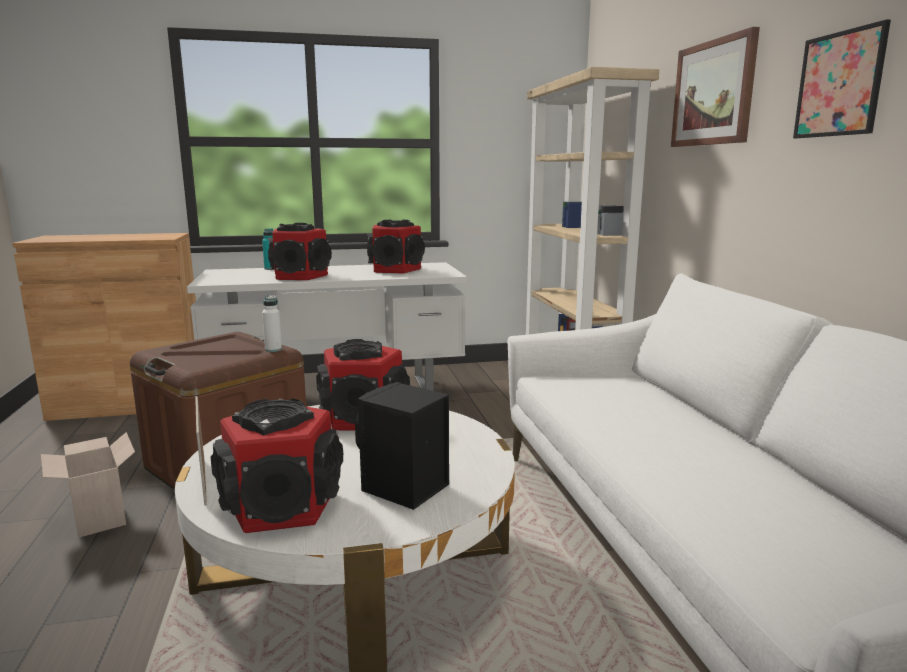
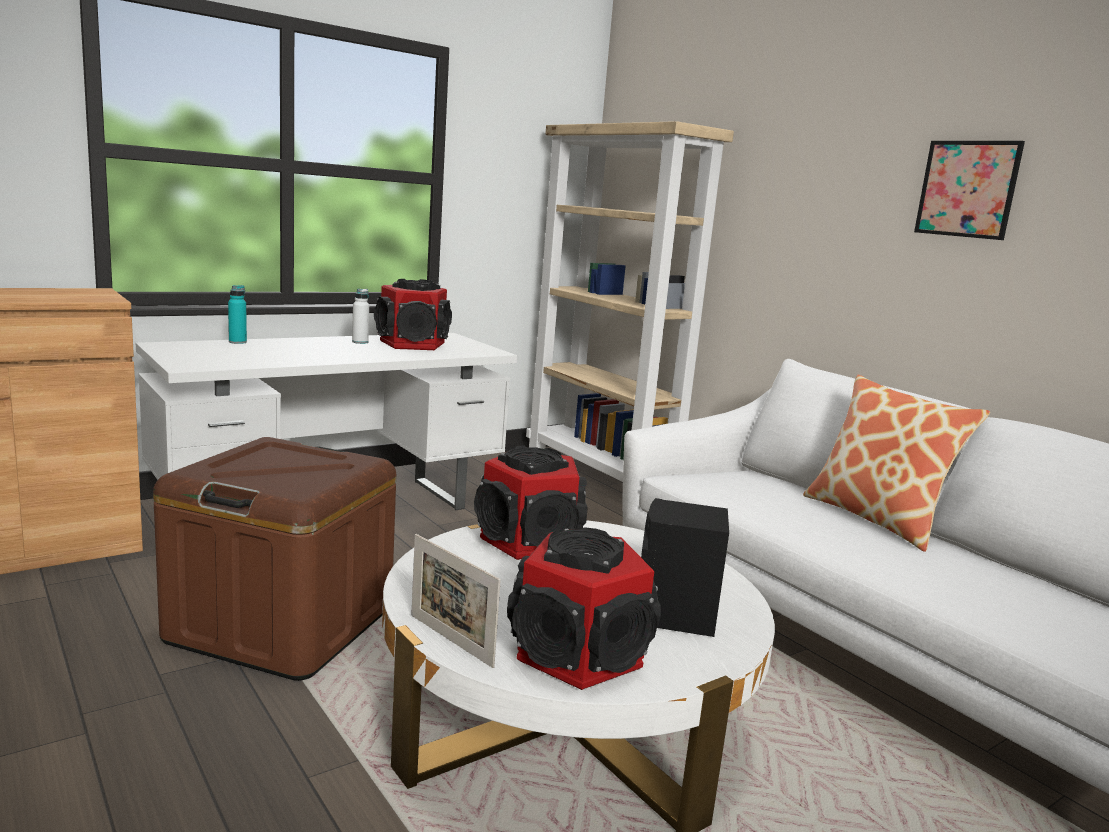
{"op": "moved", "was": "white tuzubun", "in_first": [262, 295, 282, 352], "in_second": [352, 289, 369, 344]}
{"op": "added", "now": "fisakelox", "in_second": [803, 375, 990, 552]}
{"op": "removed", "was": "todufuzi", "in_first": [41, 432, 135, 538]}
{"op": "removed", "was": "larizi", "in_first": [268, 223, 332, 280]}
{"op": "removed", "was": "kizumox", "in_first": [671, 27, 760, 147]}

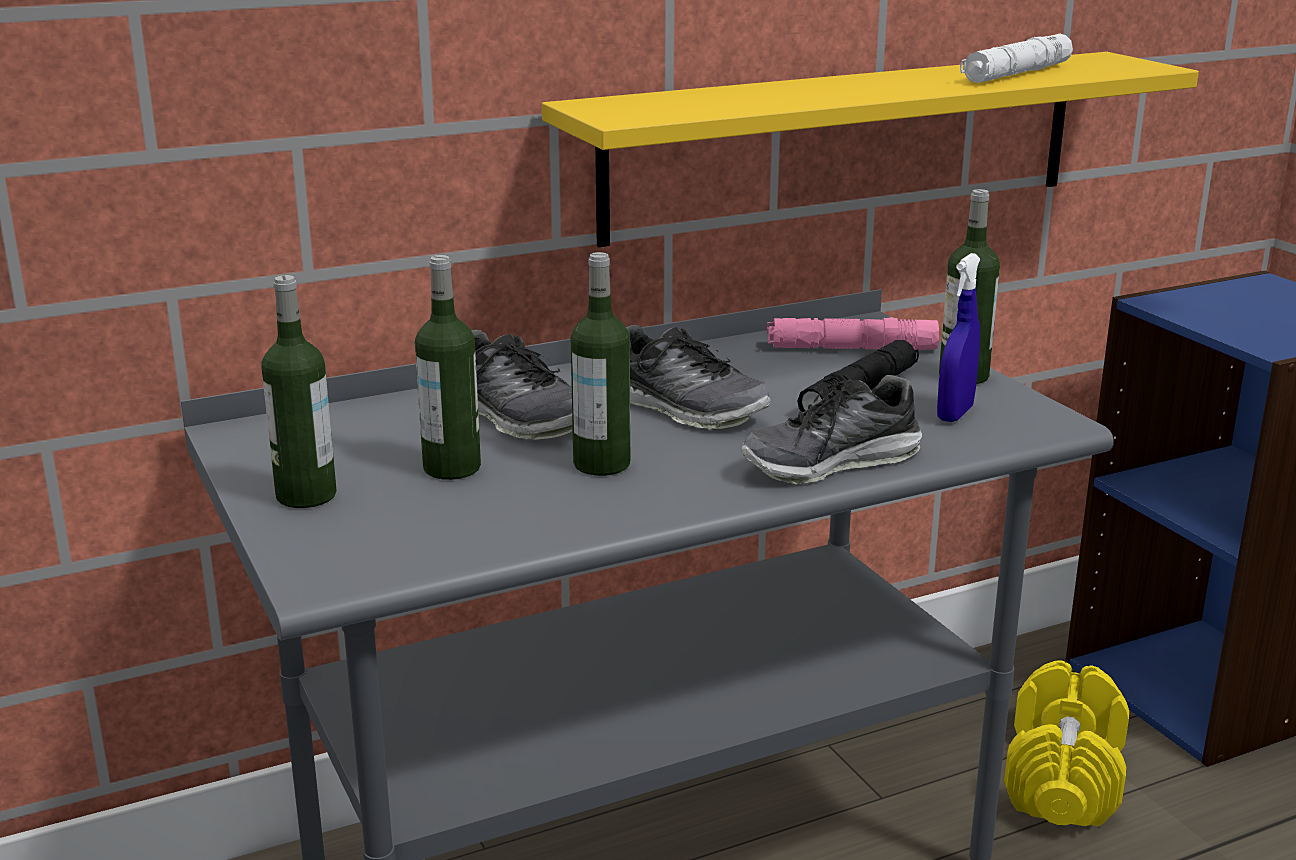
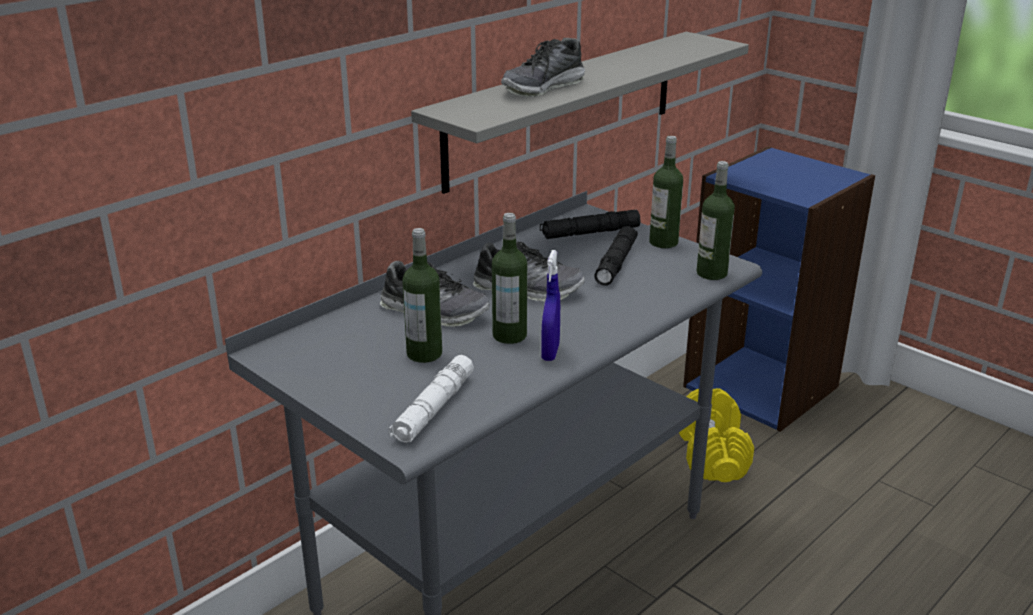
{"op": "moved", "was": "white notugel", "in_first": [960, 34, 1073, 83], "in_second": [388, 355, 474, 443]}
{"op": "recoloured", "was": "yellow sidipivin", "now": "grey sidipivin", "in_first": [542, 52, 1199, 247], "in_second": [411, 32, 749, 194]}
{"op": "moved", "was": "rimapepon", "in_first": [741, 375, 922, 485], "in_second": [501, 38, 585, 97]}
{"op": "recoloured", "was": "pink notugel", "now": "black notugel", "in_first": [767, 317, 939, 350], "in_second": [540, 210, 640, 239]}
{"op": "moved", "was": "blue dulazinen", "in_first": [937, 253, 980, 422], "in_second": [541, 250, 560, 361]}
{"op": "moved", "was": "tuzubun", "in_first": [261, 275, 337, 508], "in_second": [697, 161, 735, 280]}

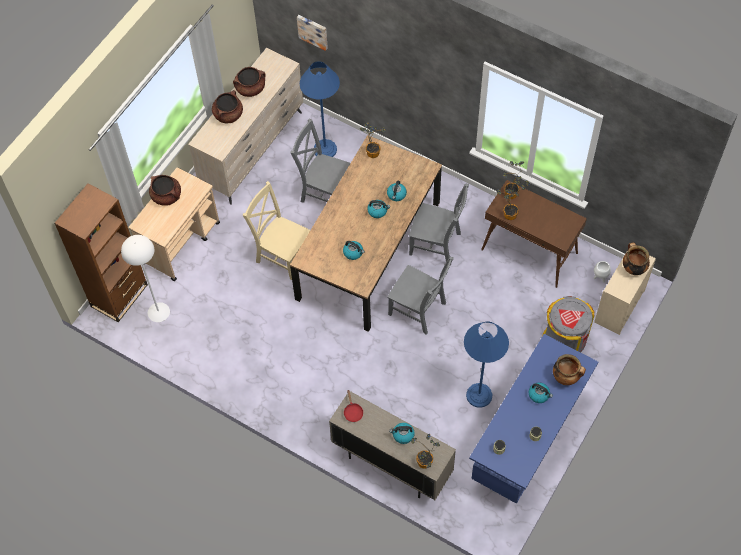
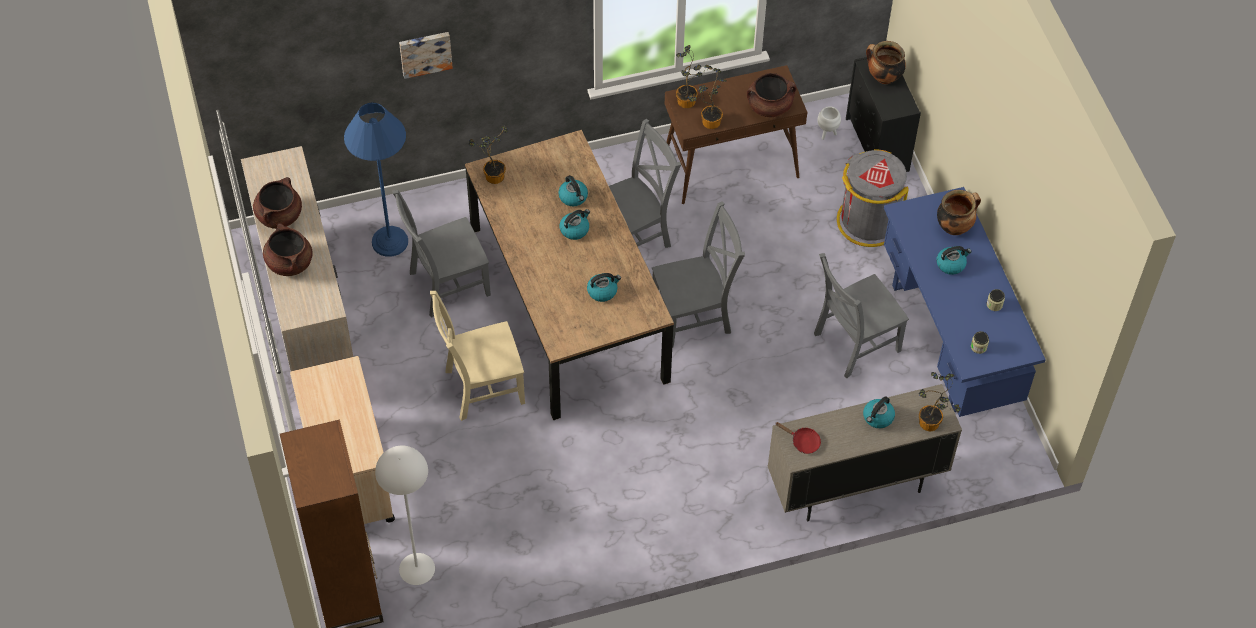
{"op": "moved", "was": "kizumox", "in_first": [297, 15, 328, 51], "in_second": [399, 32, 453, 79]}
{"op": "moved", "was": "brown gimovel", "in_first": [149, 175, 181, 206], "in_second": [747, 73, 797, 117]}
{"op": "replaced", "was": "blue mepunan", "now": "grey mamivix", "in_first": [464, 321, 509, 408], "in_second": [814, 253, 909, 378]}
{"op": "recoloured", "was": "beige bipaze", "now": "black bipaze", "in_first": [594, 250, 656, 335], "in_second": [846, 57, 921, 172]}

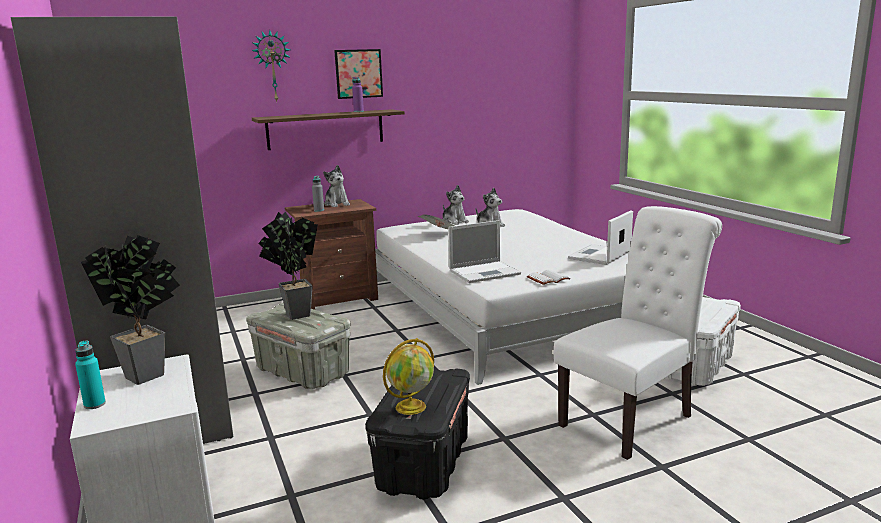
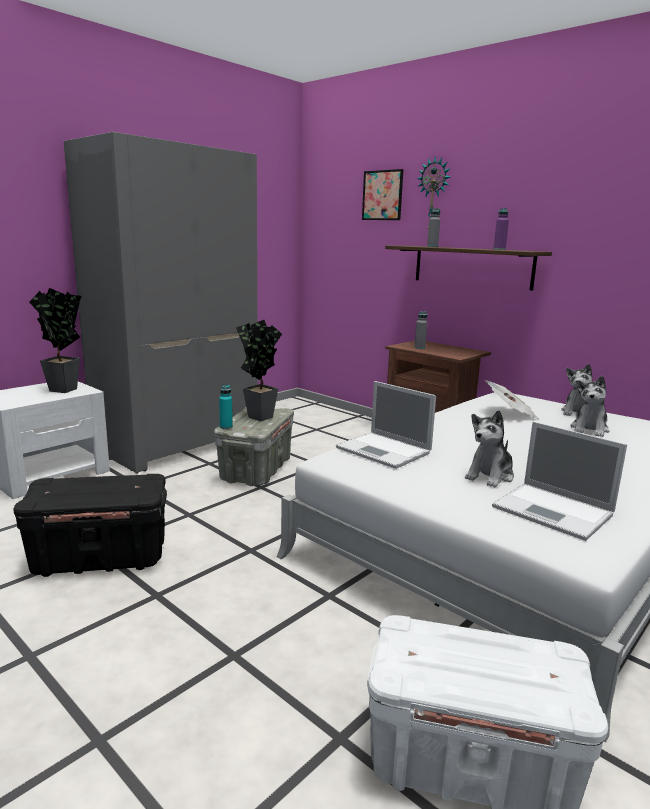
{"op": "moved", "was": "turquoise tuzubun", "in_first": [75, 341, 106, 409], "in_second": [219, 385, 233, 429]}
{"op": "moved", "was": "kizumox", "in_first": [334, 49, 383, 99], "in_second": [362, 169, 403, 220]}
{"op": "added", "now": "grey tuzubun", "in_second": [427, 208, 440, 247]}
{"op": "moved", "was": "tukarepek", "in_first": [323, 165, 350, 207], "in_second": [465, 410, 514, 487]}
{"op": "turned", "was": "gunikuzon", "in_first": [568, 210, 633, 265], "in_second": [492, 421, 627, 541], "clockwise": -150}
{"op": "removed", "was": "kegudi", "in_first": [383, 338, 434, 415]}
{"op": "removed", "was": "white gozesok", "in_first": [527, 270, 571, 285]}
{"op": "removed", "was": "white mamivix", "in_first": [554, 206, 722, 460]}

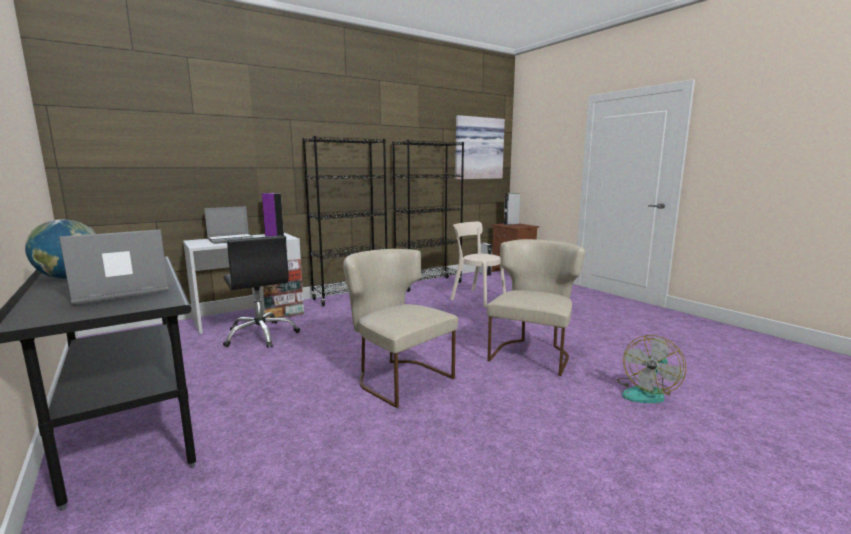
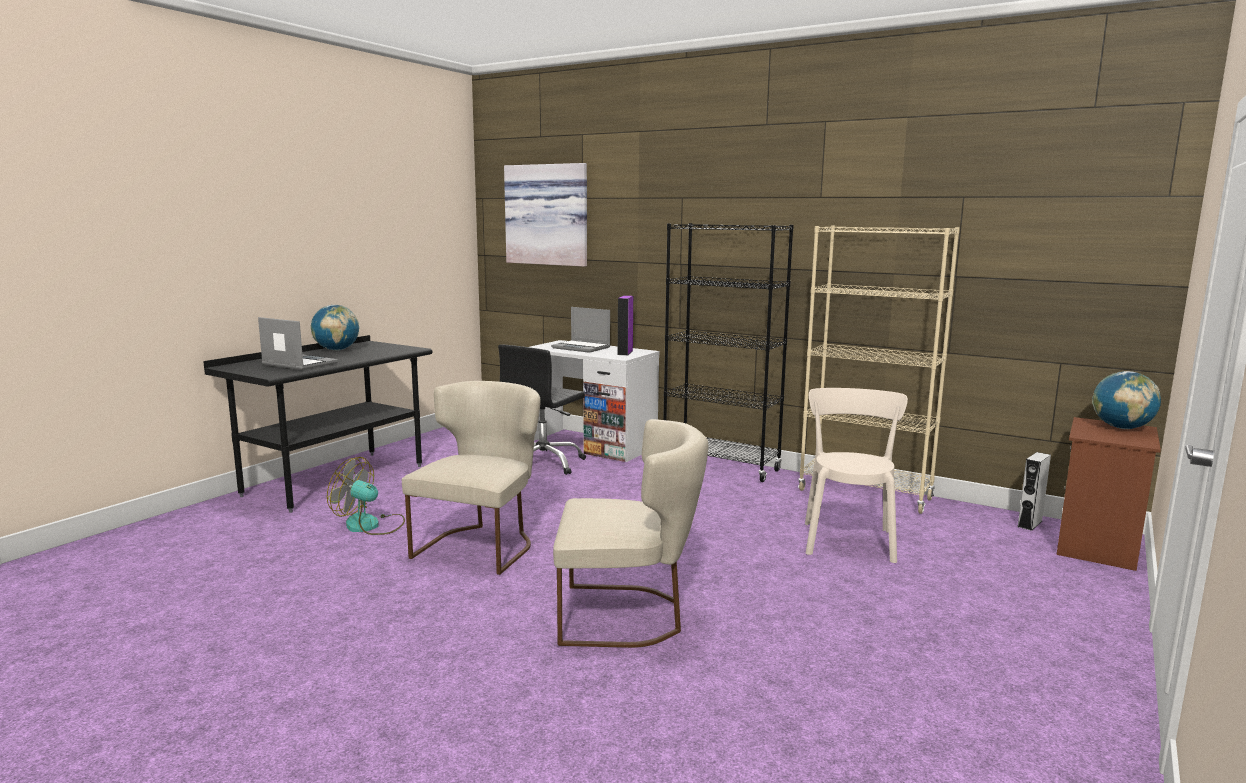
{"op": "moved", "was": "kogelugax", "in_first": [617, 335, 686, 403], "in_second": [327, 457, 405, 535]}
{"op": "moved", "was": "kizumox", "in_first": [455, 115, 505, 179], "in_second": [504, 163, 587, 267]}
{"op": "recoloured", "was": "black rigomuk", "now": "beige rigomuk", "in_first": [392, 140, 464, 292], "in_second": [798, 225, 960, 514]}
{"op": "replaced", "was": "grey larizi", "now": "kegudi", "in_first": [504, 193, 520, 225], "in_second": [1092, 371, 1161, 429]}

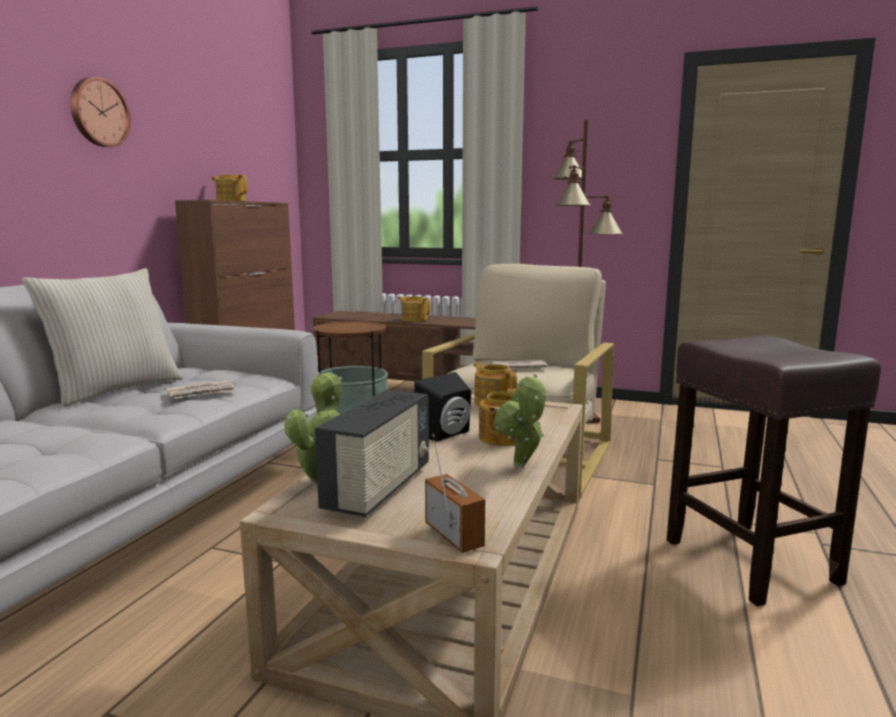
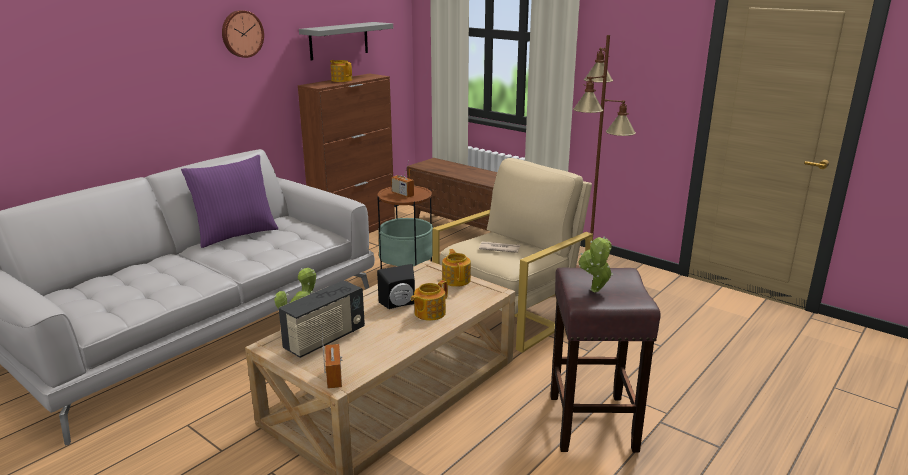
{"op": "recoloured", "was": "beige fisakelox", "now": "purple fisakelox", "in_first": [22, 268, 183, 407], "in_second": [181, 155, 279, 248]}
{"op": "added", "now": "grey sidipivin", "in_second": [299, 22, 393, 61]}
{"op": "added", "now": "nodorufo", "in_second": [391, 161, 414, 197]}
{"op": "moved", "was": "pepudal", "in_first": [493, 374, 547, 467], "in_second": [578, 236, 613, 292]}
{"op": "removed", "was": "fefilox", "in_first": [165, 380, 237, 399]}
{"op": "removed", "was": "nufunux", "in_first": [398, 296, 431, 322]}

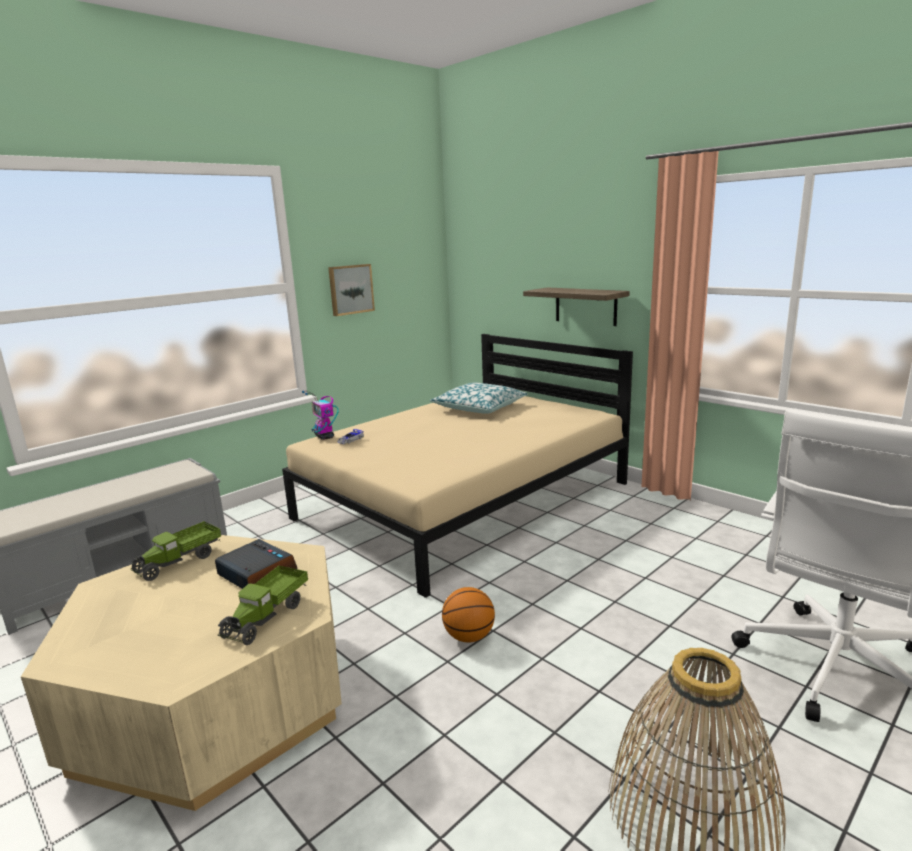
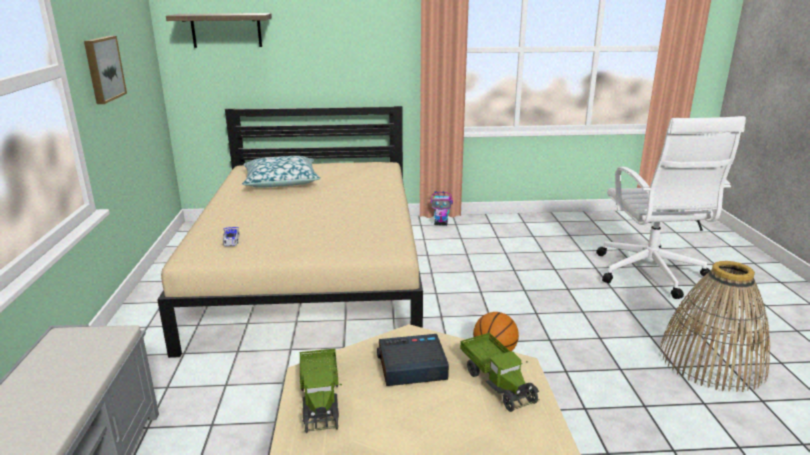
{"op": "moved", "was": "sidipivin", "in_first": [523, 287, 630, 326], "in_second": [166, 13, 272, 48]}
{"op": "moved", "was": "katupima", "in_first": [302, 391, 339, 440], "in_second": [431, 191, 453, 226]}

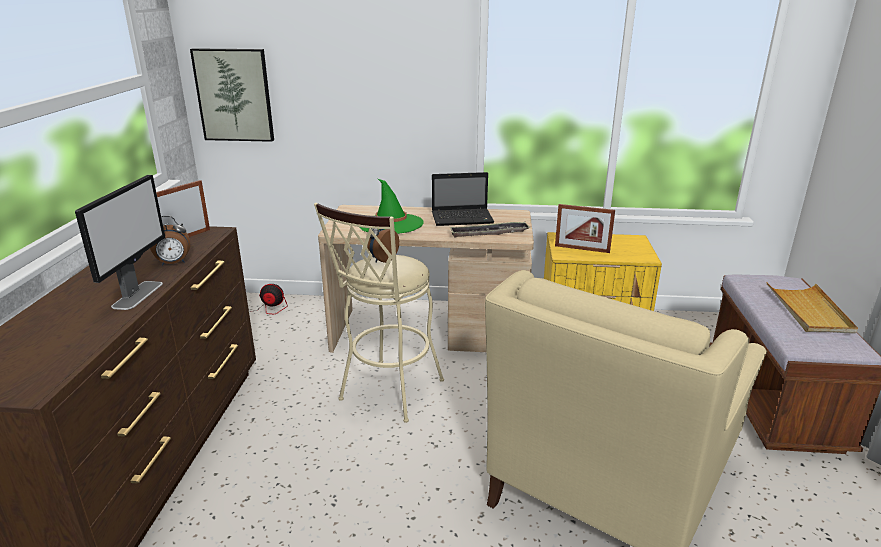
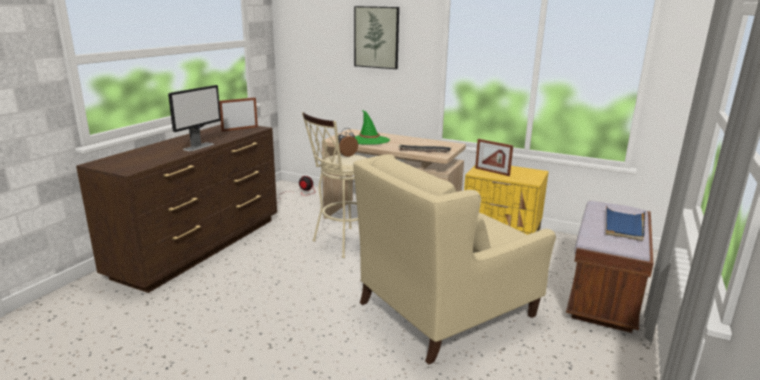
{"op": "moved", "was": "kizumox", "in_first": [190, 48, 274, 142], "in_second": [354, 6, 399, 69]}
{"op": "recoloured", "was": "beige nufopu", "now": "blue nufopu", "in_first": [766, 282, 858, 334], "in_second": [606, 205, 646, 241]}
{"op": "removed", "was": "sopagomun", "in_first": [150, 216, 190, 266]}
{"op": "removed", "was": "gunikuzon", "in_first": [432, 172, 494, 226]}

